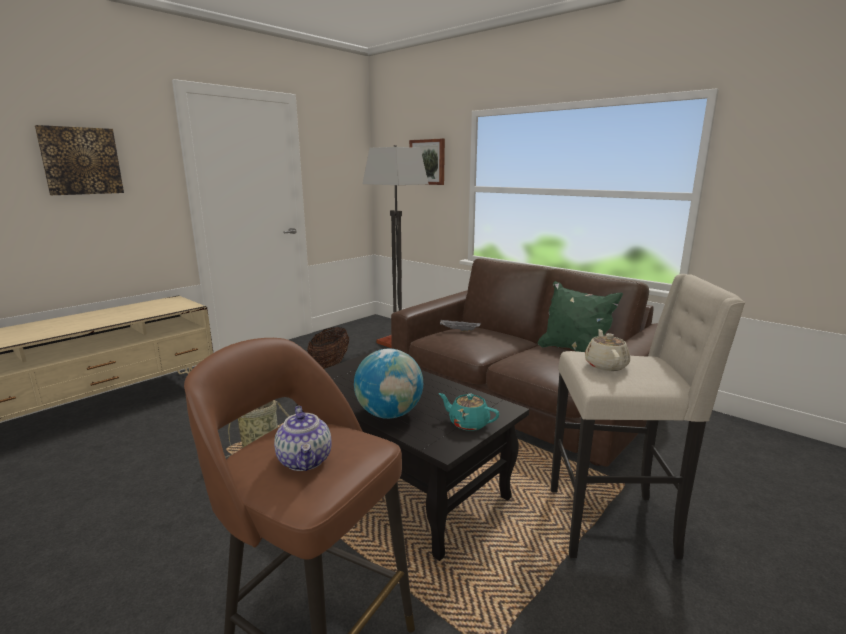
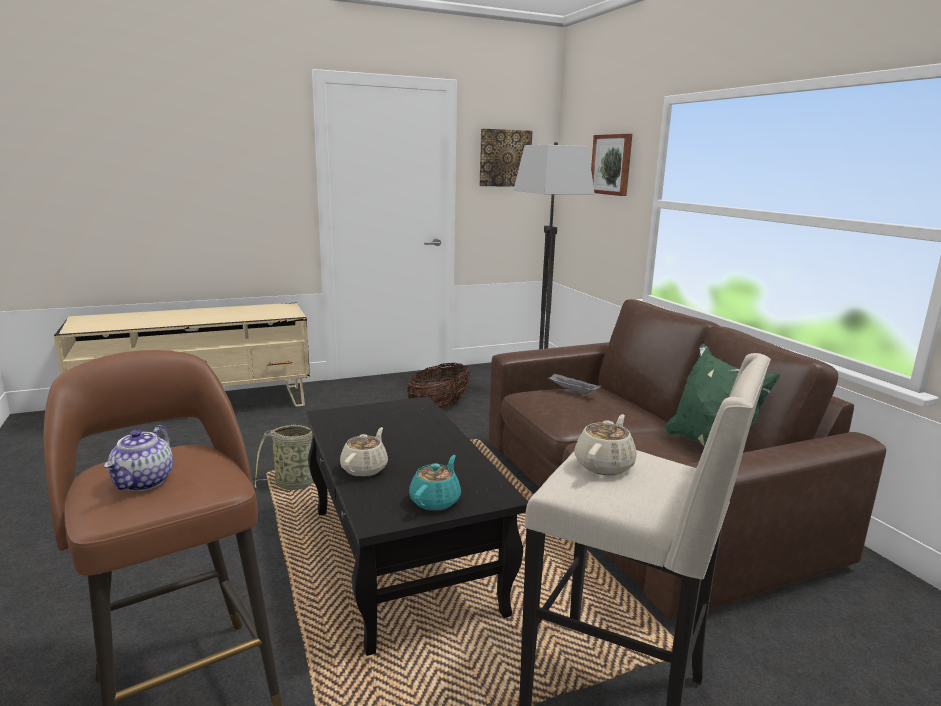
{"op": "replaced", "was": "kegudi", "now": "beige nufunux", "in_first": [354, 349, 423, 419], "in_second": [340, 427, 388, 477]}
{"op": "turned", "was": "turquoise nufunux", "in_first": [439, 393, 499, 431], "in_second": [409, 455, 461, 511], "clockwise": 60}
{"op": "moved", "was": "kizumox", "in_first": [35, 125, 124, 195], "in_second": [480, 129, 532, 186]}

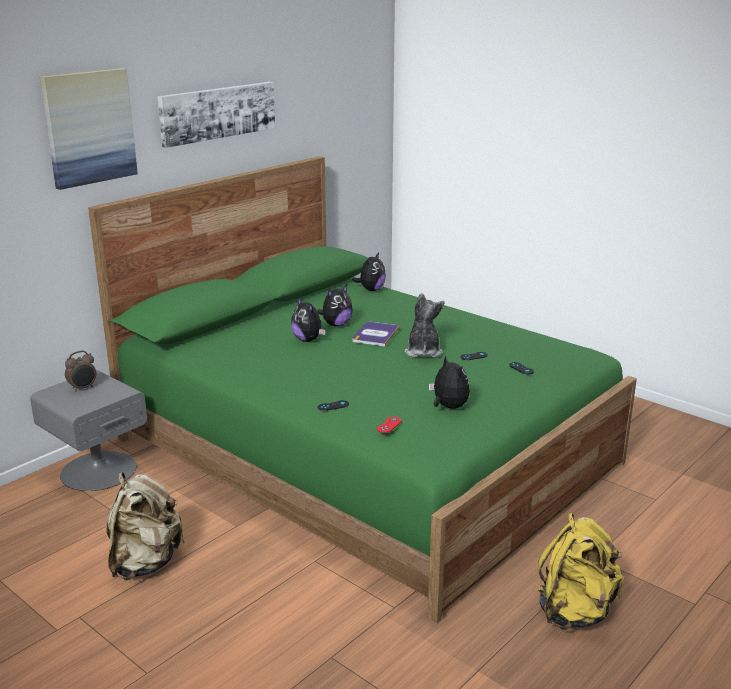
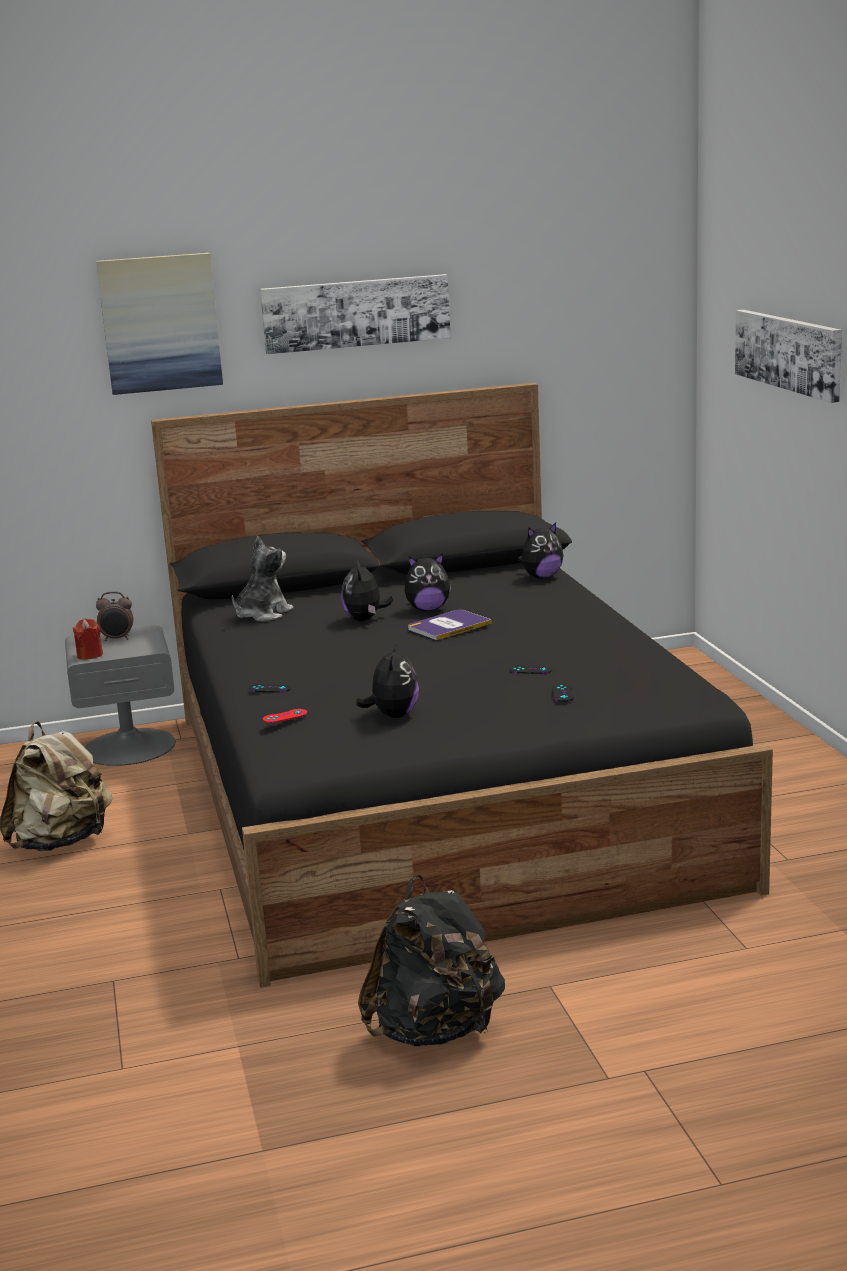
{"op": "added", "now": "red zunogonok", "in_second": [73, 619, 103, 660]}
{"op": "recoloured", "was": "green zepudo", "now": "black zepudo", "in_first": [88, 156, 637, 623], "in_second": [151, 383, 773, 988]}
{"op": "moved", "was": "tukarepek", "in_first": [404, 293, 444, 358], "in_second": [232, 536, 294, 622]}
{"op": "recoloured", "was": "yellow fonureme", "now": "black fonureme", "in_first": [538, 513, 623, 630], "in_second": [358, 874, 505, 1047]}
{"op": "added", "now": "kizumox", "in_second": [735, 310, 842, 403]}

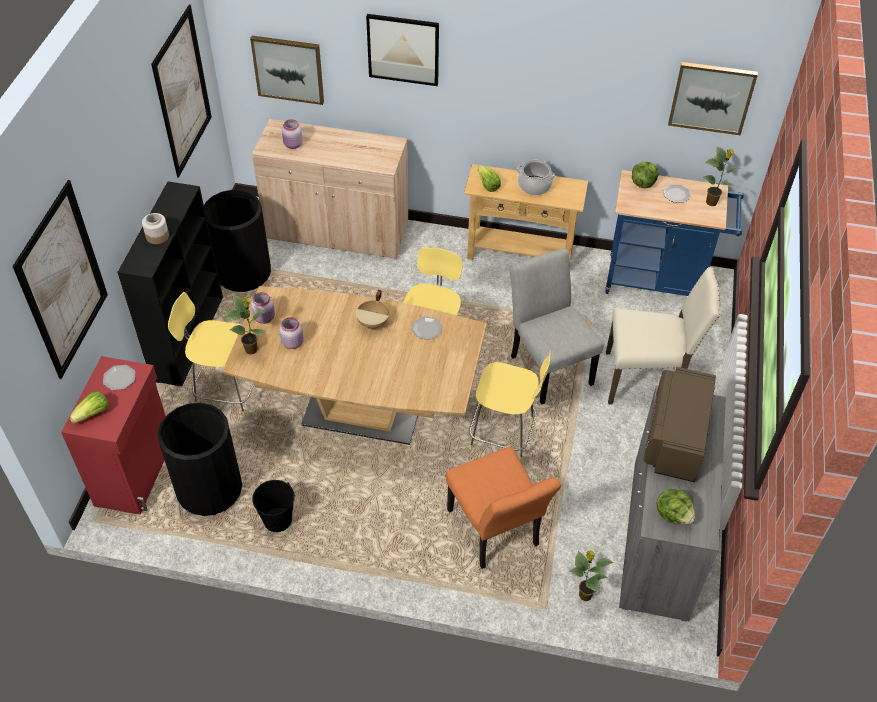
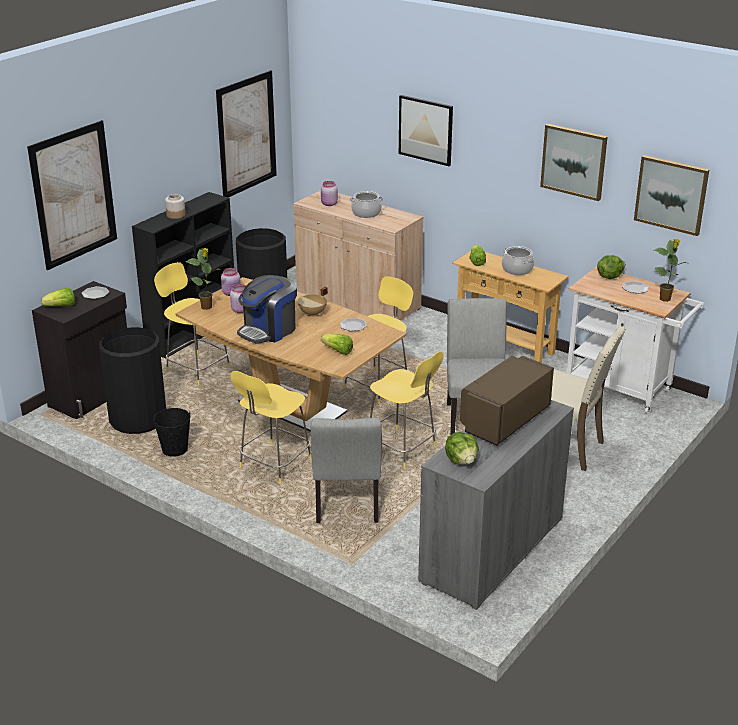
{"op": "recoloured", "was": "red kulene", "now": "black kulene", "in_first": [61, 356, 166, 515], "in_second": [32, 281, 127, 419]}
{"op": "added", "now": "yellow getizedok", "in_second": [230, 371, 312, 484]}
{"op": "added", "now": "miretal", "in_second": [237, 275, 297, 344]}
{"op": "recoloured", "was": "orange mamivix", "now": "grey mamivix", "in_first": [446, 446, 561, 569], "in_second": [311, 418, 382, 523]}
{"op": "added", "now": "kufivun", "in_second": [321, 334, 353, 355]}
{"op": "added", "now": "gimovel", "in_second": [350, 191, 383, 218]}
{"op": "moved", "was": "kizumox", "in_first": [250, 36, 324, 105], "in_second": [540, 124, 608, 201]}
{"op": "recoloured", "was": "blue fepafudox", "now": "white fepafudox", "in_first": [605, 170, 744, 296], "in_second": [567, 267, 704, 414]}
{"op": "removed", "was": "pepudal", "in_first": [570, 551, 614, 601]}

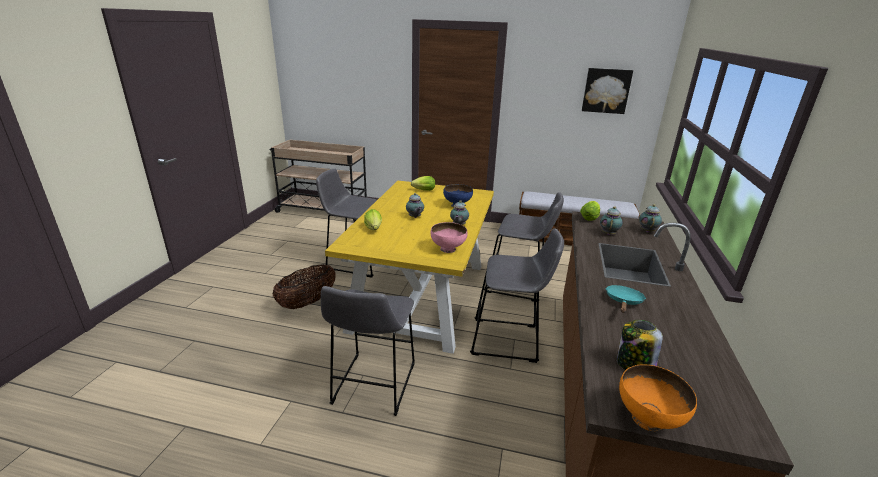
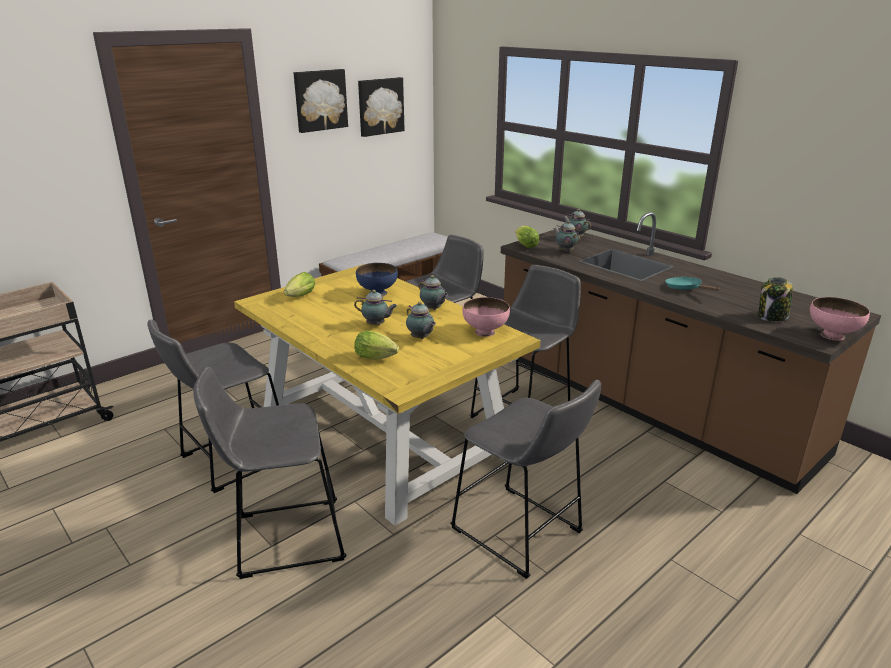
{"op": "replaced", "was": "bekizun", "now": "grey getizedok", "in_first": [273, 264, 336, 309], "in_second": [193, 367, 346, 579]}
{"op": "added", "now": "kizumox", "in_second": [294, 69, 348, 133]}
{"op": "added", "now": "nufunux", "in_second": [406, 302, 436, 339]}
{"op": "recoloured", "was": "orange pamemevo", "now": "pink pamemevo", "in_first": [619, 365, 697, 431], "in_second": [810, 297, 870, 341]}

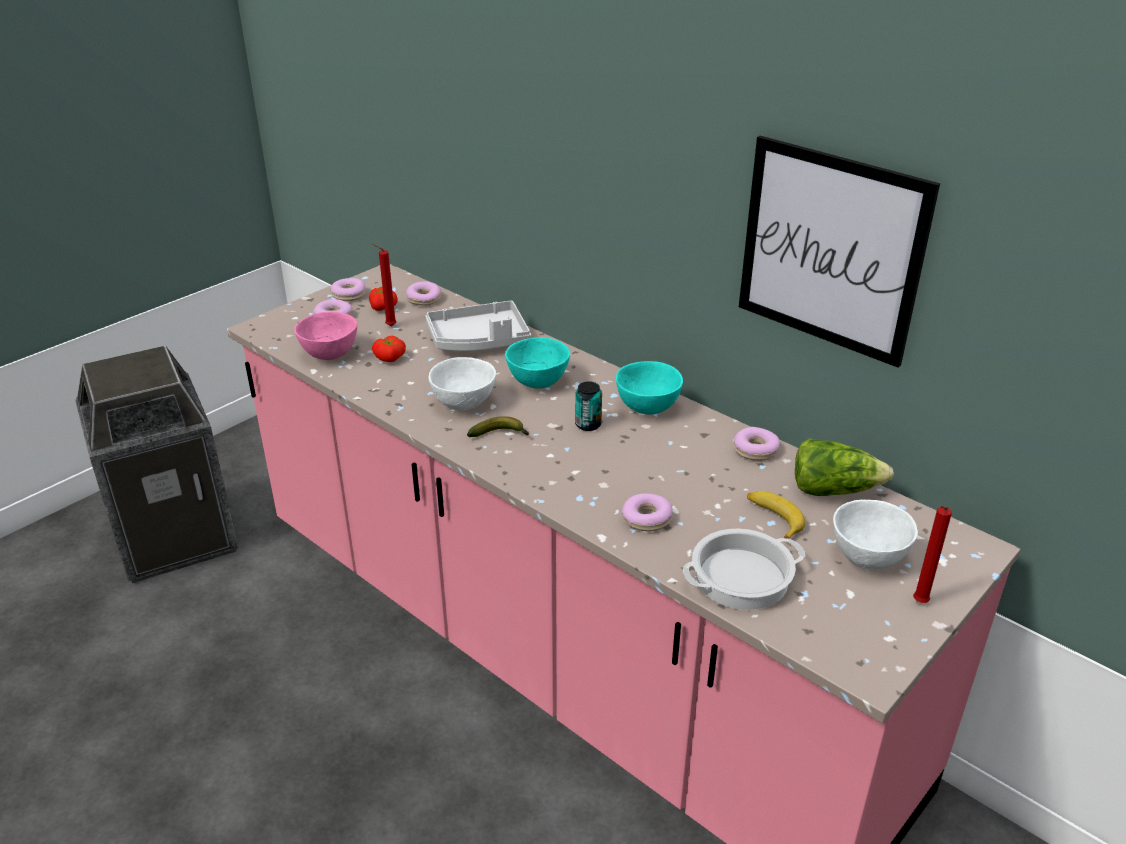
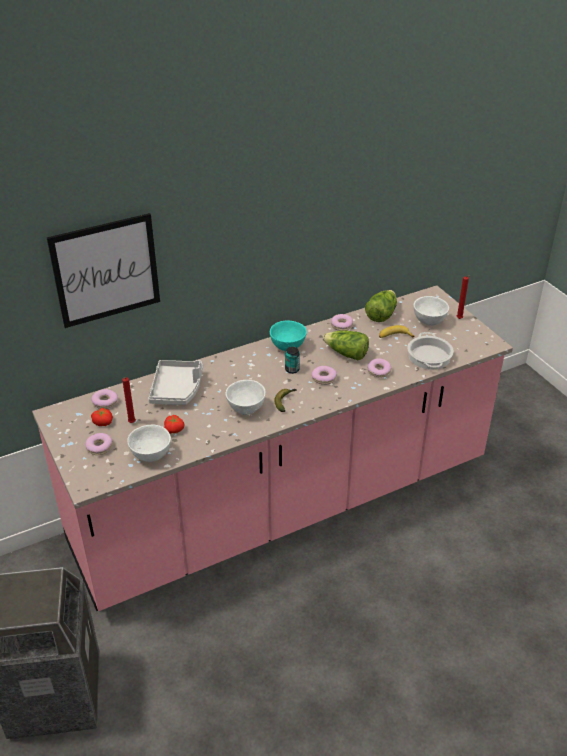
{"op": "moved", "was": "kizumox", "in_first": [739, 136, 940, 368], "in_second": [47, 213, 160, 328]}
{"op": "recoloured", "was": "pink pamemevo", "now": "white pamemevo", "in_first": [294, 312, 357, 360], "in_second": [127, 425, 171, 462]}
{"op": "moved", "was": "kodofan", "in_first": [330, 278, 366, 301], "in_second": [311, 366, 337, 385]}
{"op": "added", "now": "kufivun", "in_second": [323, 330, 369, 361]}
{"op": "removed", "was": "turquoise pamemevo", "in_first": [505, 337, 570, 388]}

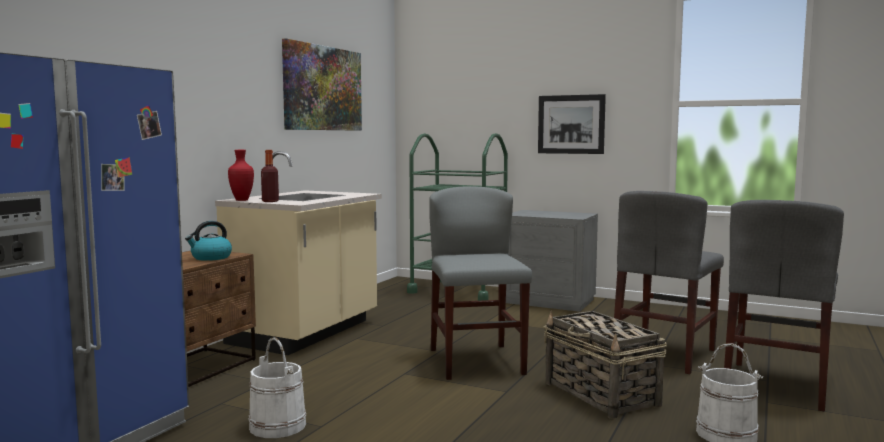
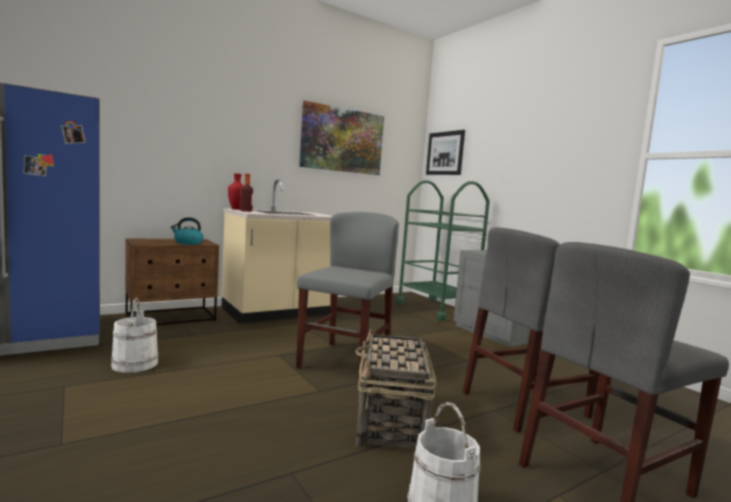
{"op": "moved", "was": "kizumox", "in_first": [538, 94, 606, 154], "in_second": [426, 130, 465, 175]}

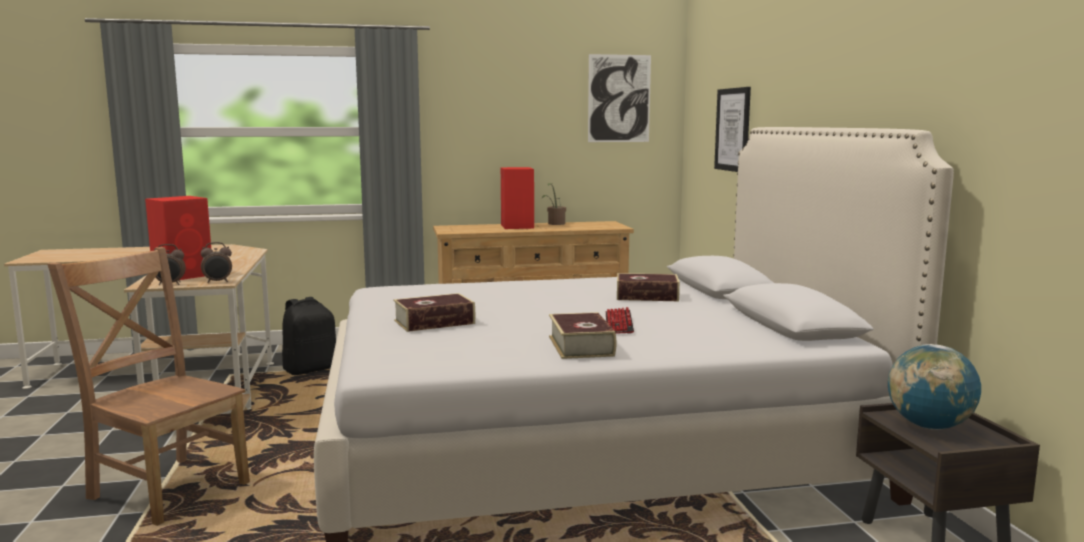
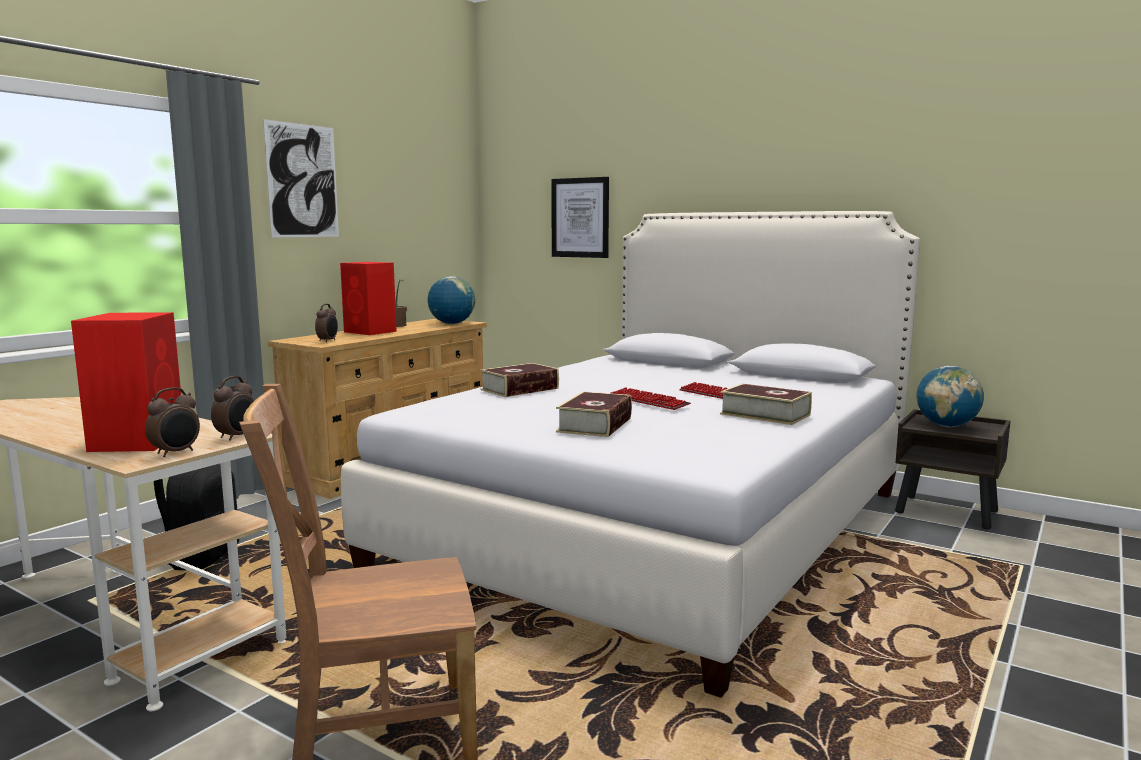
{"op": "moved", "was": "kizumox", "in_first": [588, 54, 651, 142], "in_second": [263, 119, 339, 237]}
{"op": "added", "now": "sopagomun", "in_second": [315, 304, 338, 342]}
{"op": "added", "now": "kegudi", "in_second": [427, 276, 475, 324]}
{"op": "moved", "was": "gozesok", "in_first": [617, 273, 680, 301], "in_second": [480, 363, 559, 397]}
{"op": "added", "now": "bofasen", "in_second": [611, 387, 691, 410]}

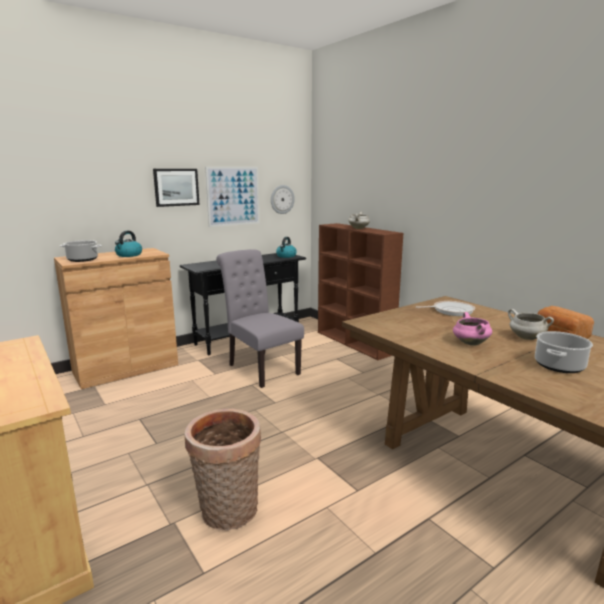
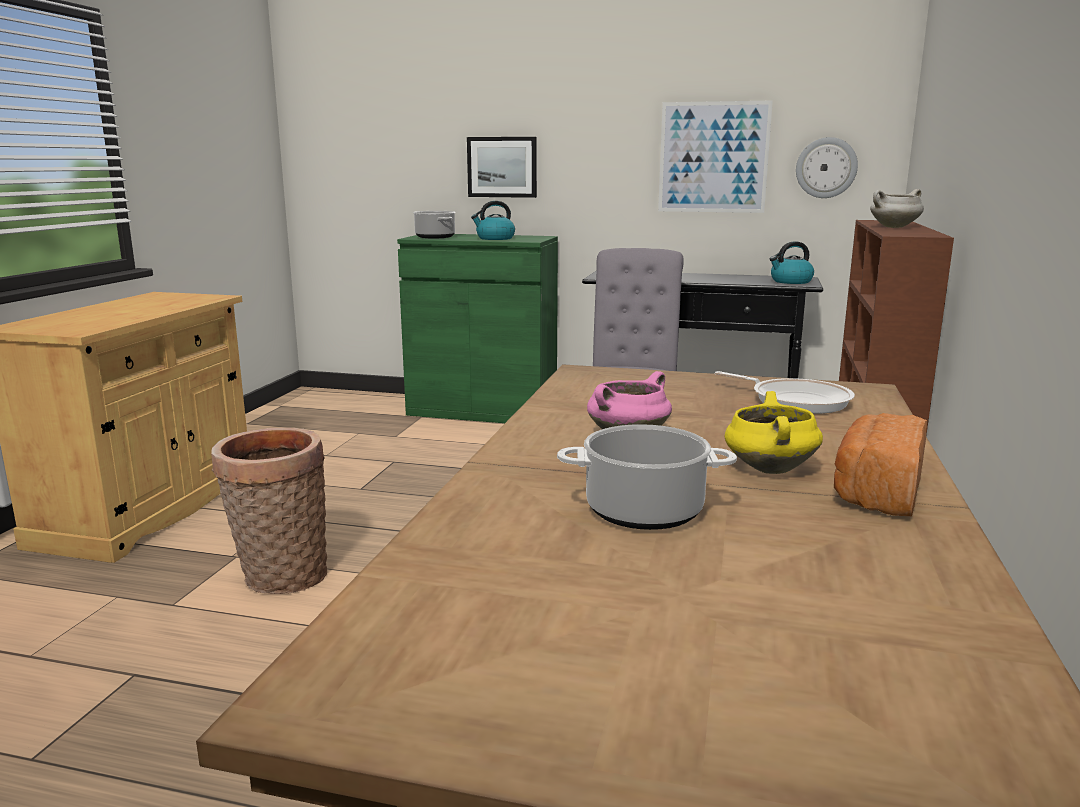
{"op": "recoloured", "was": "brown kulene", "now": "green kulene", "in_first": [54, 248, 178, 389], "in_second": [397, 234, 558, 423]}
{"op": "moved", "was": "kizumox", "in_first": [153, 169, 200, 207], "in_second": [467, 137, 537, 198]}
{"op": "recoloured", "was": "white gimovel", "now": "yellow gimovel", "in_first": [508, 309, 554, 340], "in_second": [725, 391, 823, 474]}

